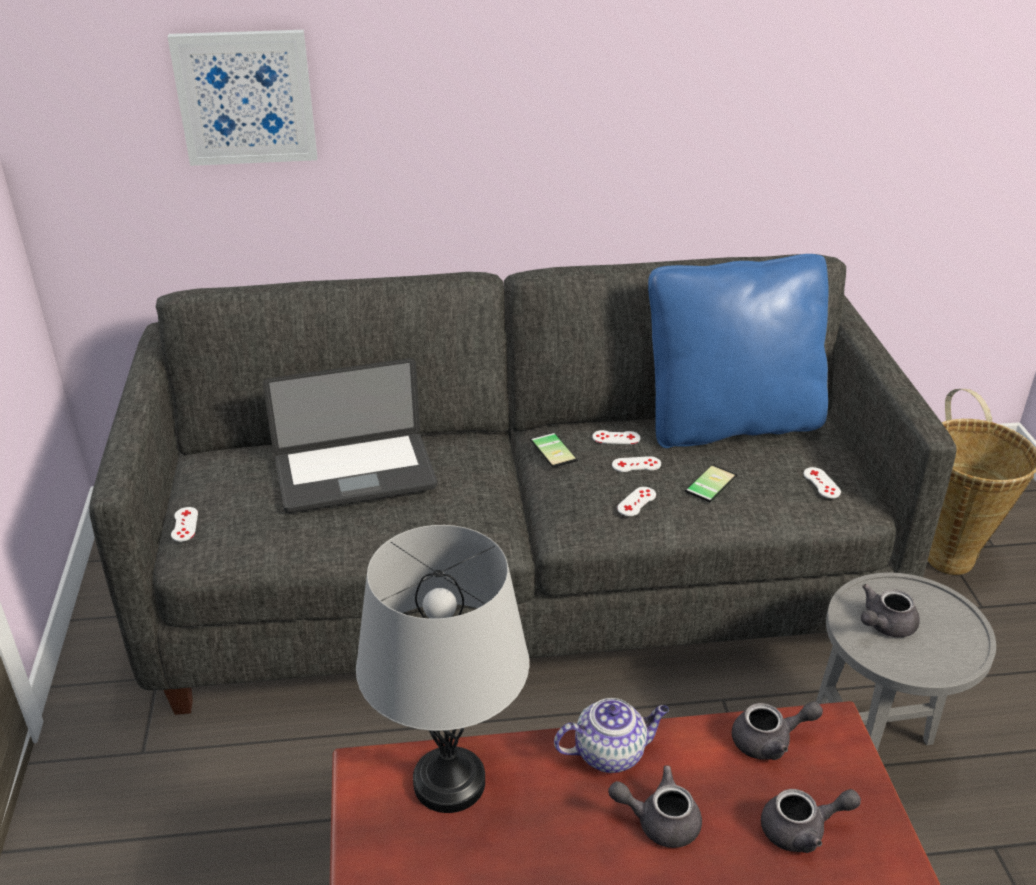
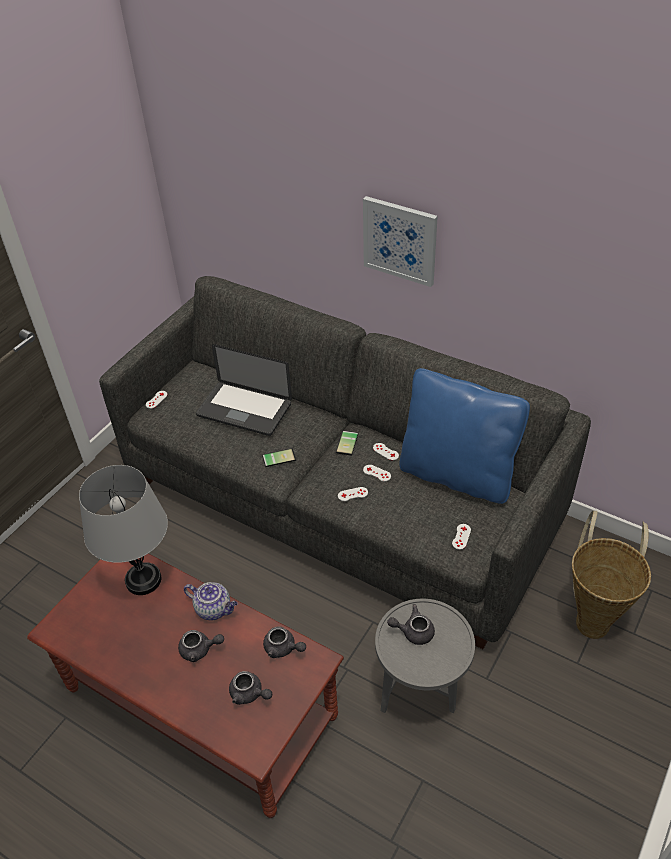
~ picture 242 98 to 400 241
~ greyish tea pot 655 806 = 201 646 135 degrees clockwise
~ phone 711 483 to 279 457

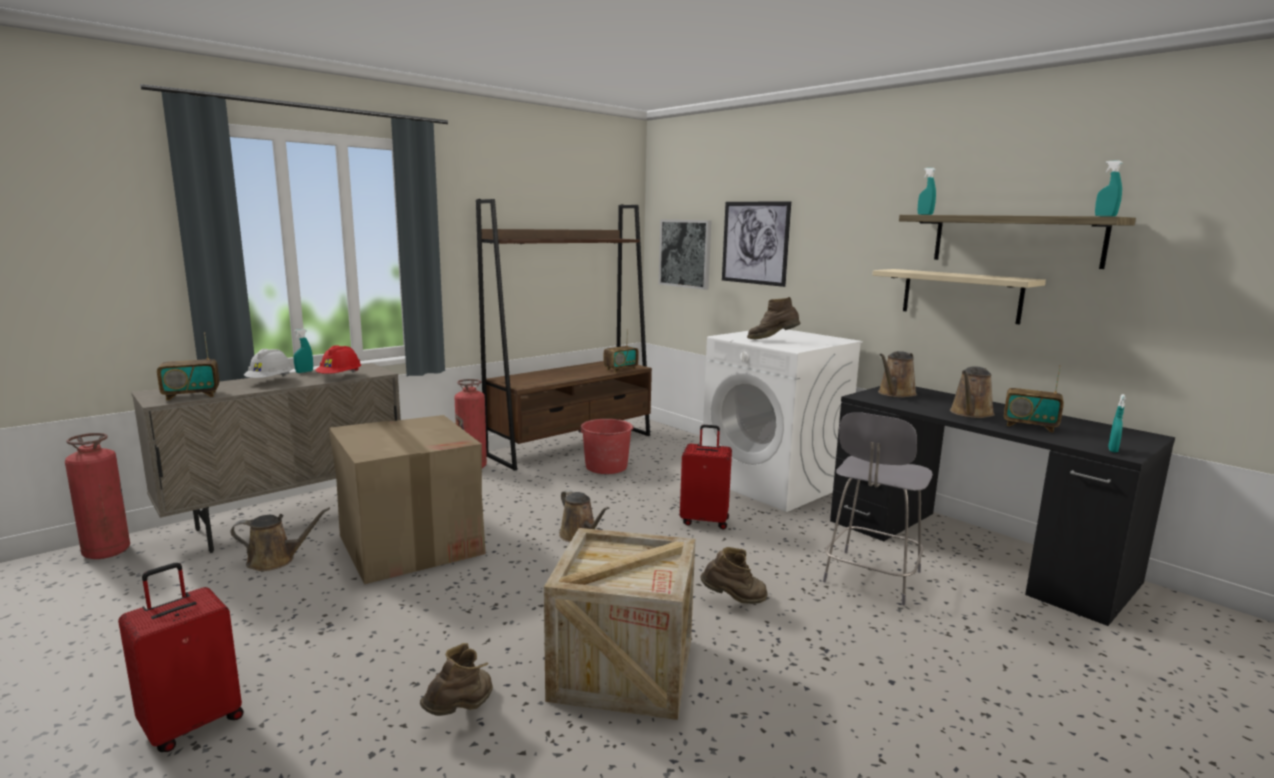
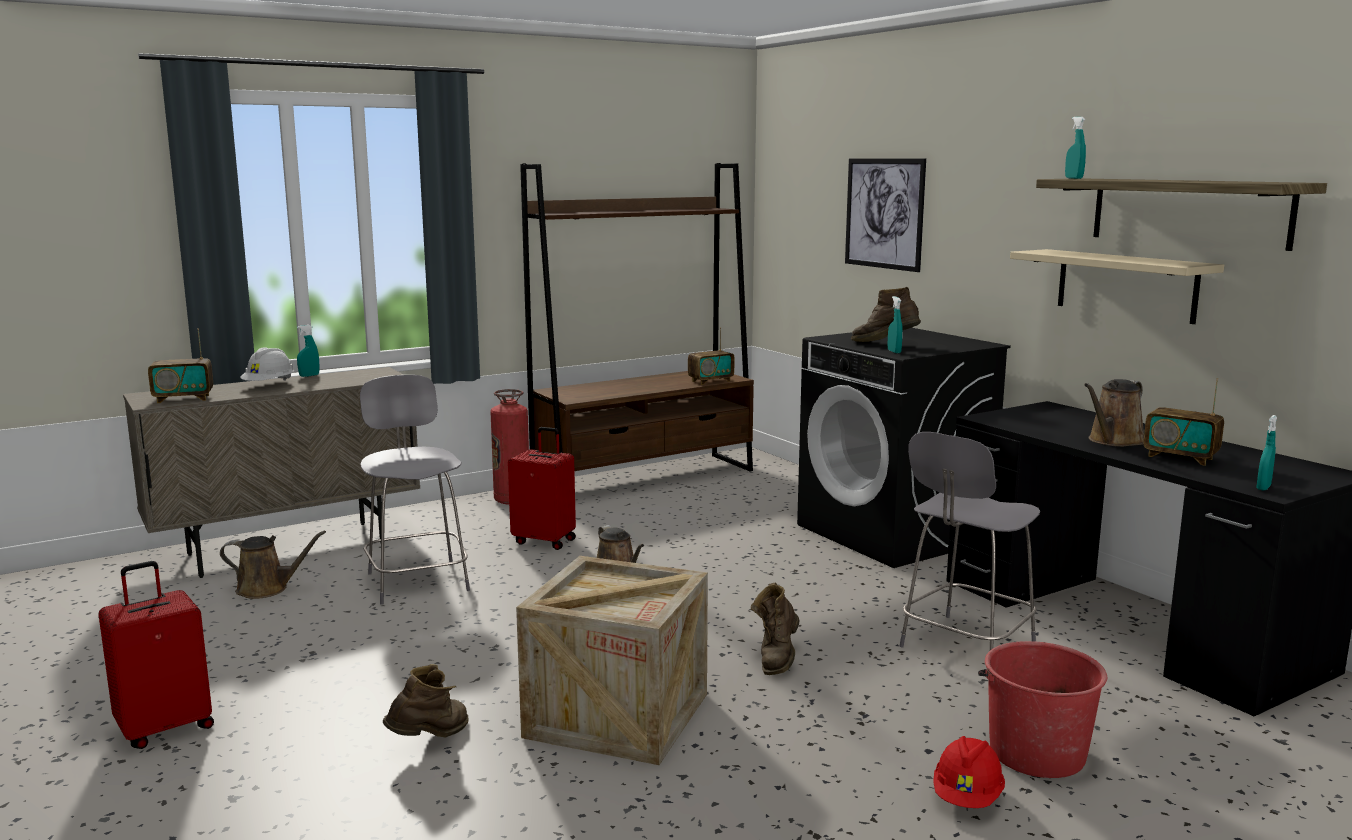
- fire-fighting cylinder 97 496
~ red-coloured work helmet 338 359 to 969 772
~ packing box 407 499 to greyish plain chair 415 490
~ red-coloured water bucket 606 446 to 1042 709
- picture 685 254
~ red-coloured travel case 706 477 to 542 488
~ brownish boot 734 575 = 775 629 105 degrees clockwise
~ white-coloured laundry machine 782 420 to blackish laundry machine 904 448
- brownish sprinkling can 897 374
~ blue-green sprayer 1109 188 to 895 324

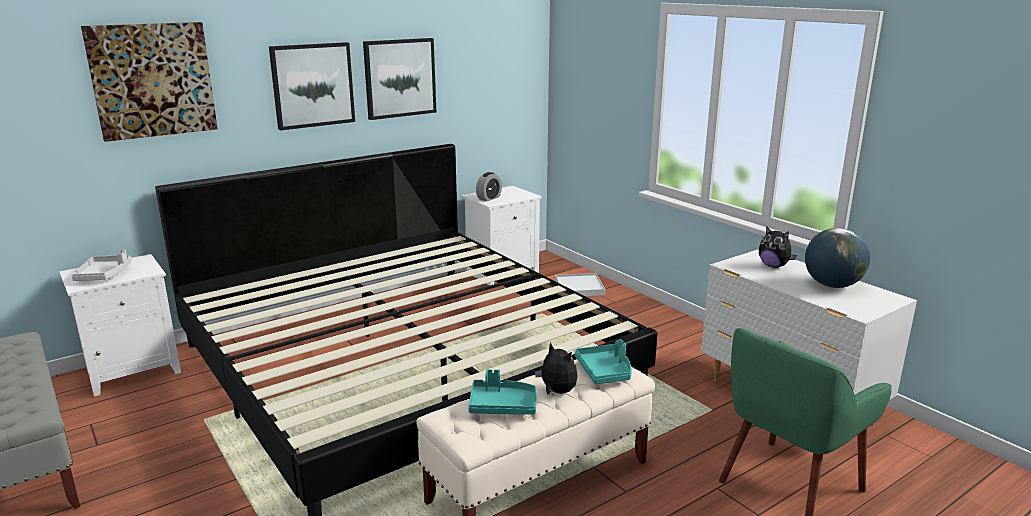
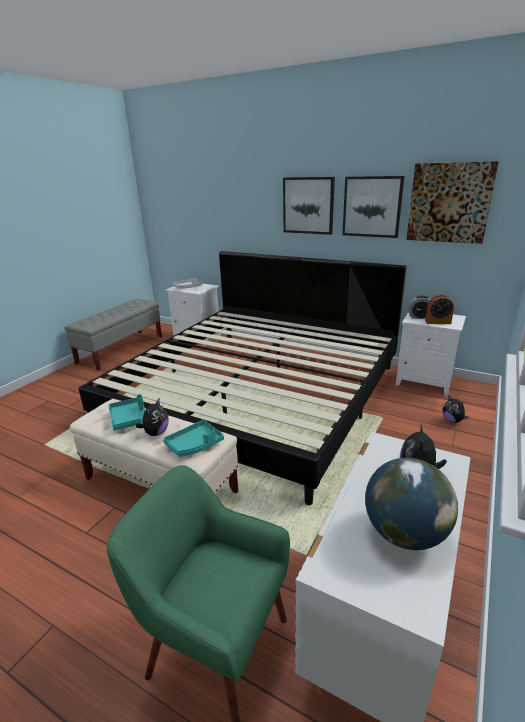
~ picture 149 82 to 452 202
~ white-coloured serving tray 580 284 to cuddly toy 455 409
+ bedside clock 439 309

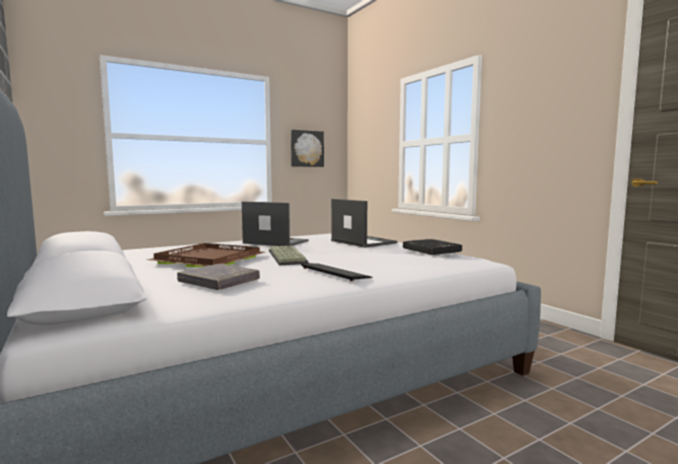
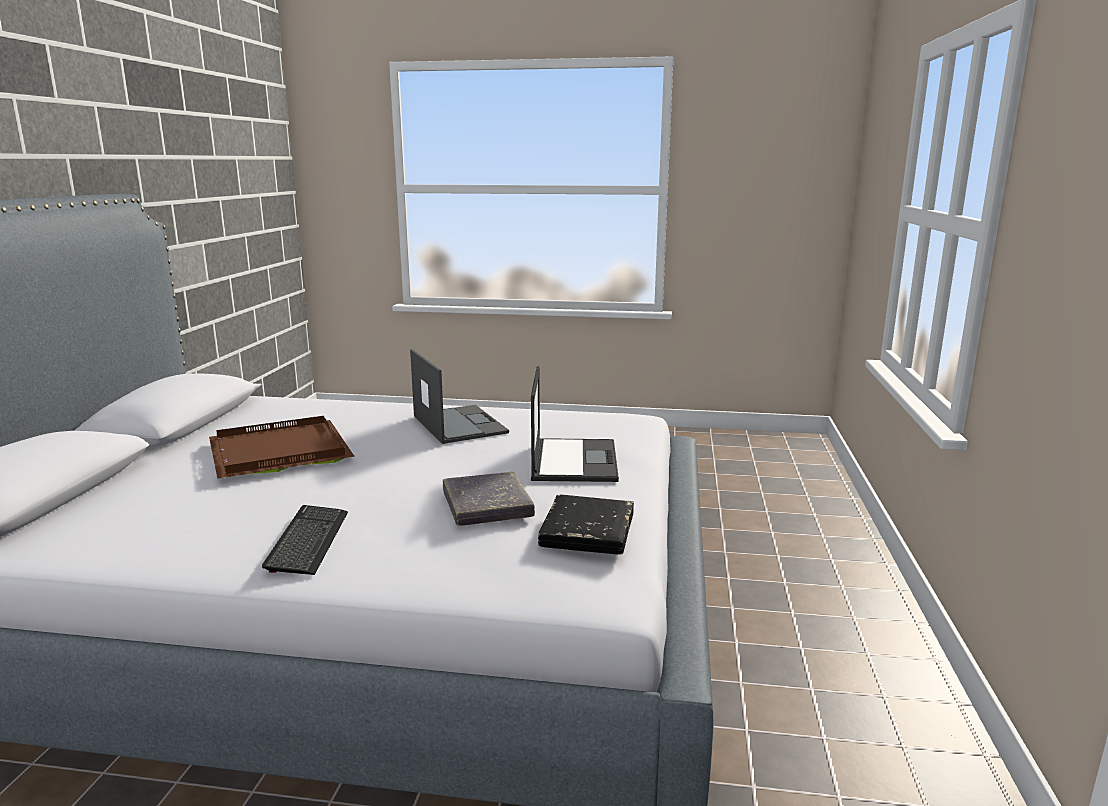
~ greyish book 218 277 to 489 499
- keyboard 289 255
- picture 307 148

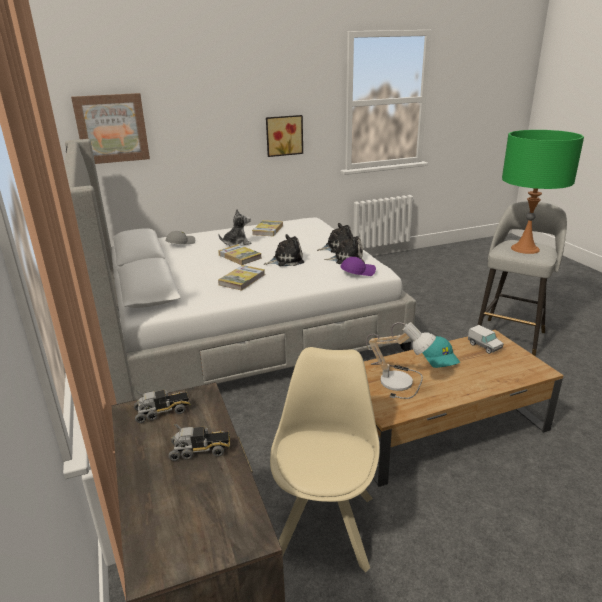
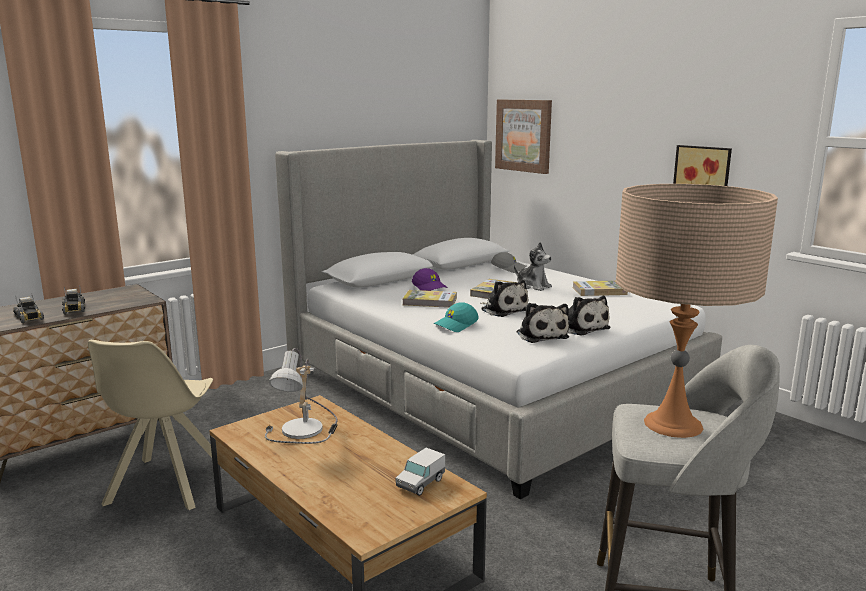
~ model truck 162 406 to 28 308
~ beige plain chair 325 460 = 150 425 105 degrees clockwise
~ purple peaked cap 358 266 to 430 279
~ blue-green peaked cap 441 352 to 456 317
~ greenish tabletop lamp 543 192 to beige tabletop lamp 697 311

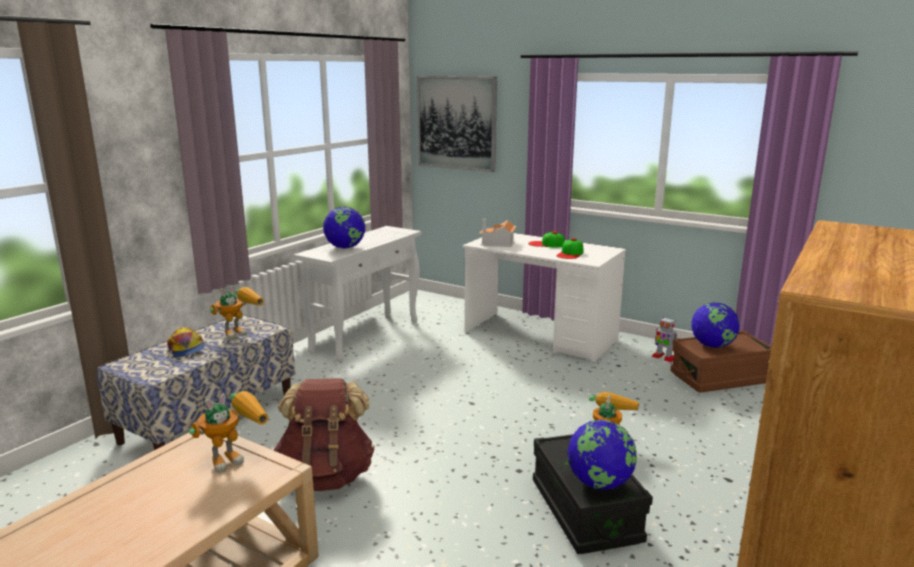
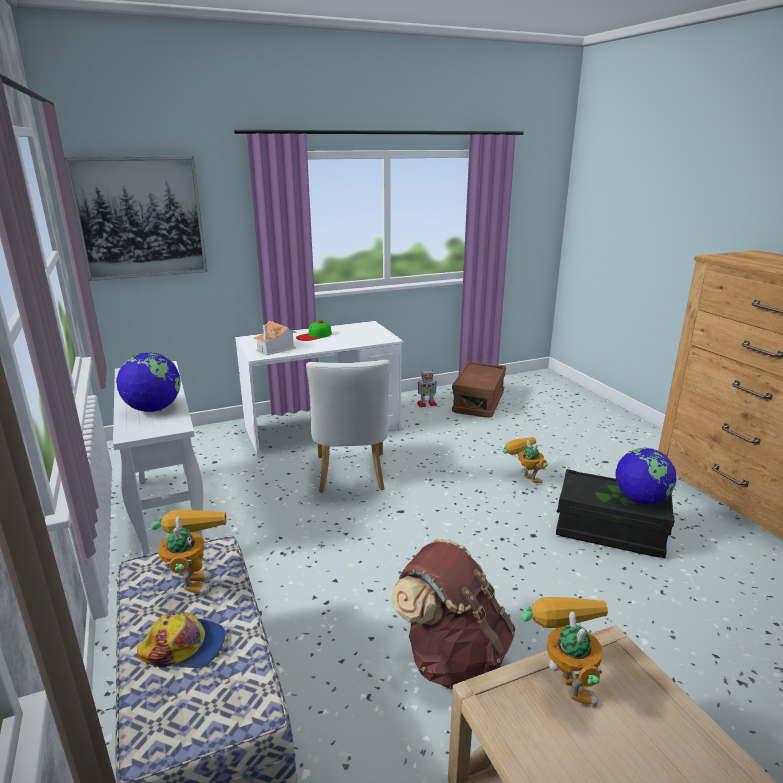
- peaked cap 569 248
- desk globe 715 325
+ white-coloured plain chair 348 426

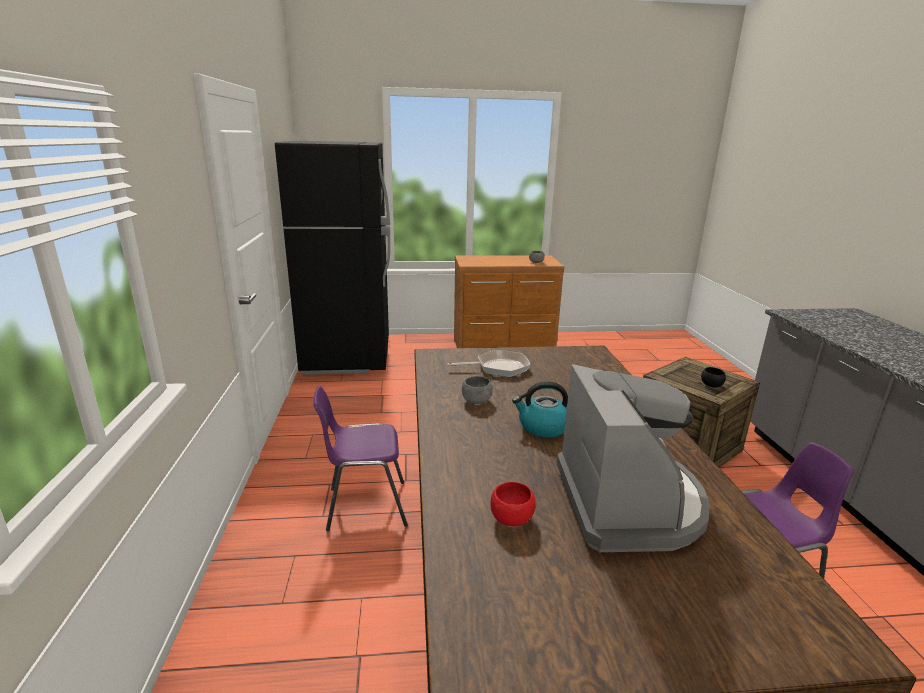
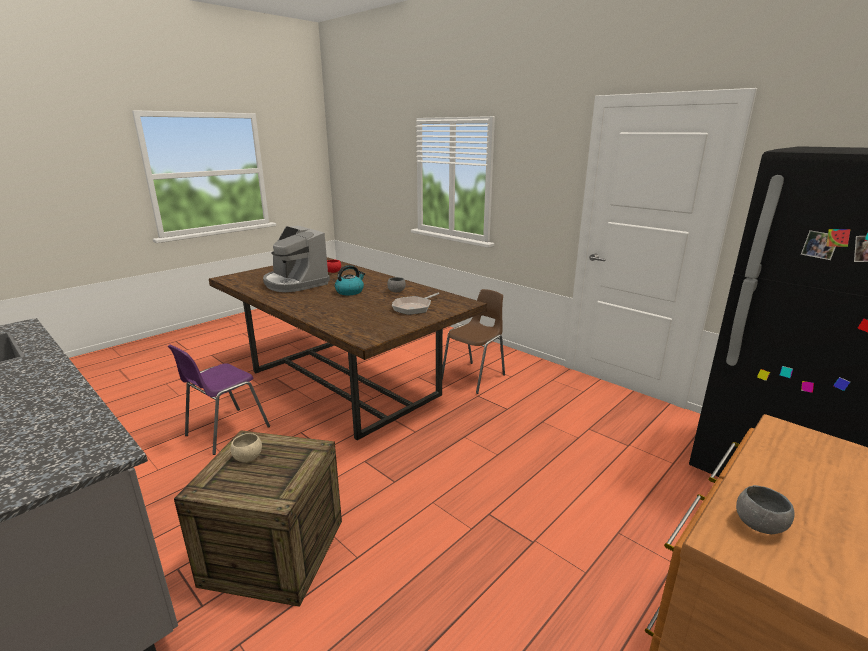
~ purple plain chair 360 458 to brownish plain chair 473 341
~ blackish serving bowl 713 377 to beige serving bowl 246 447

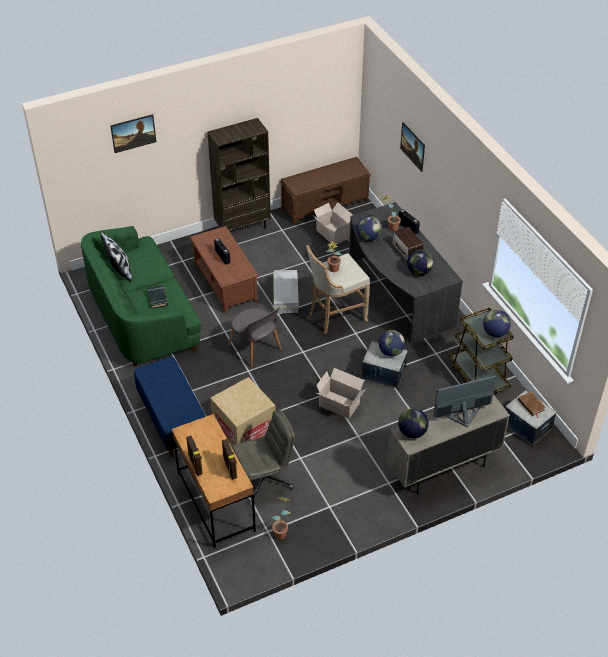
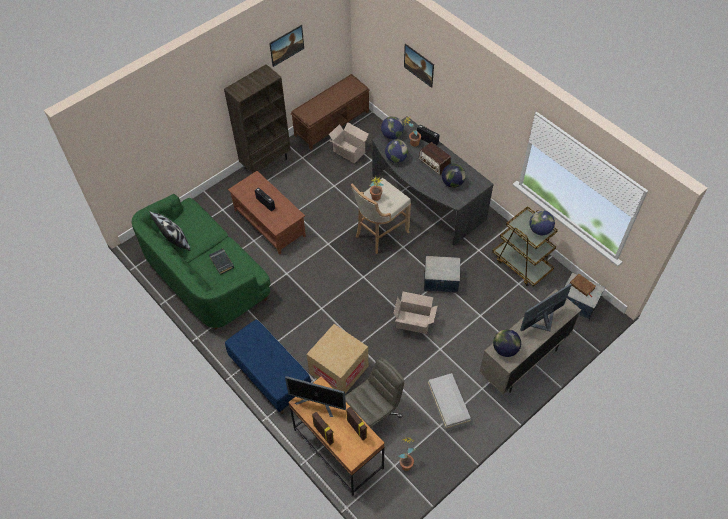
~ picture 133 133 to 286 46
- greyish plain chair 255 337
~ white-coloured storage bin 286 291 to 449 402
~ desk globe 392 343 to 392 127
+ computer display 315 396

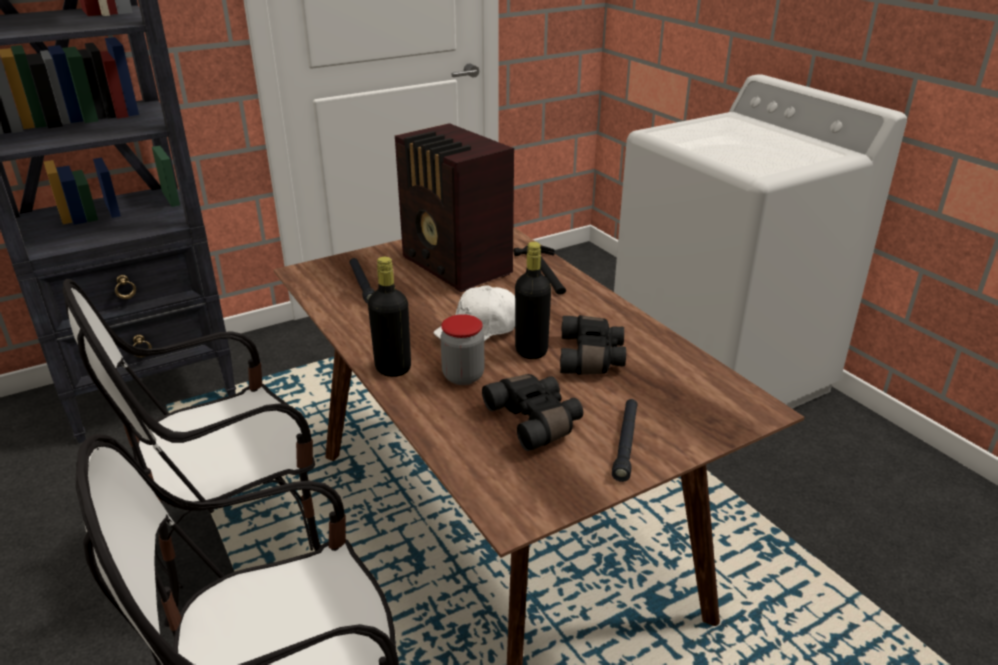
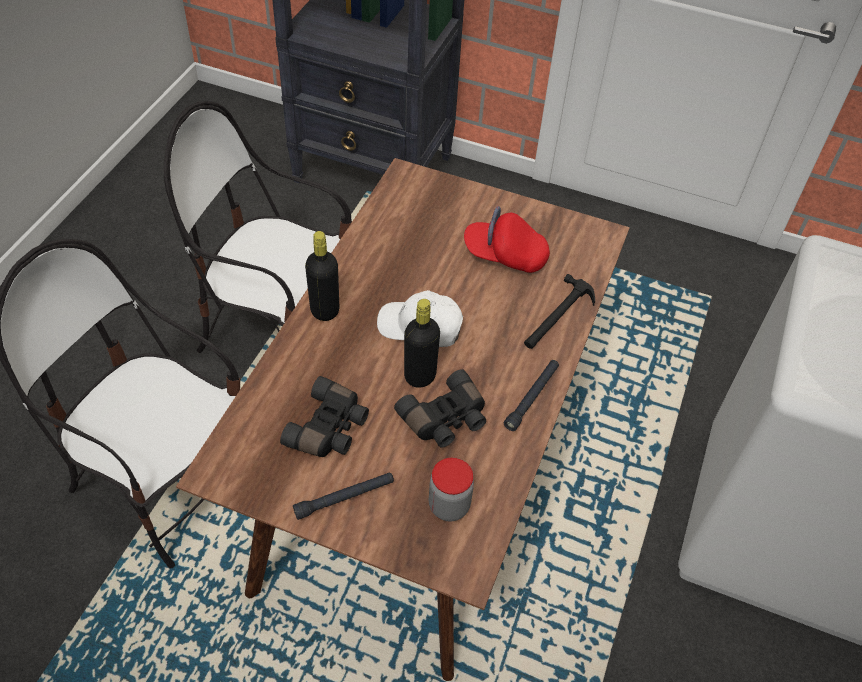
~ blackish flashlight 362 281 to 531 395
~ radio set 454 207 to red-coloured peaked cap 507 239
~ jar 462 349 to 451 490

